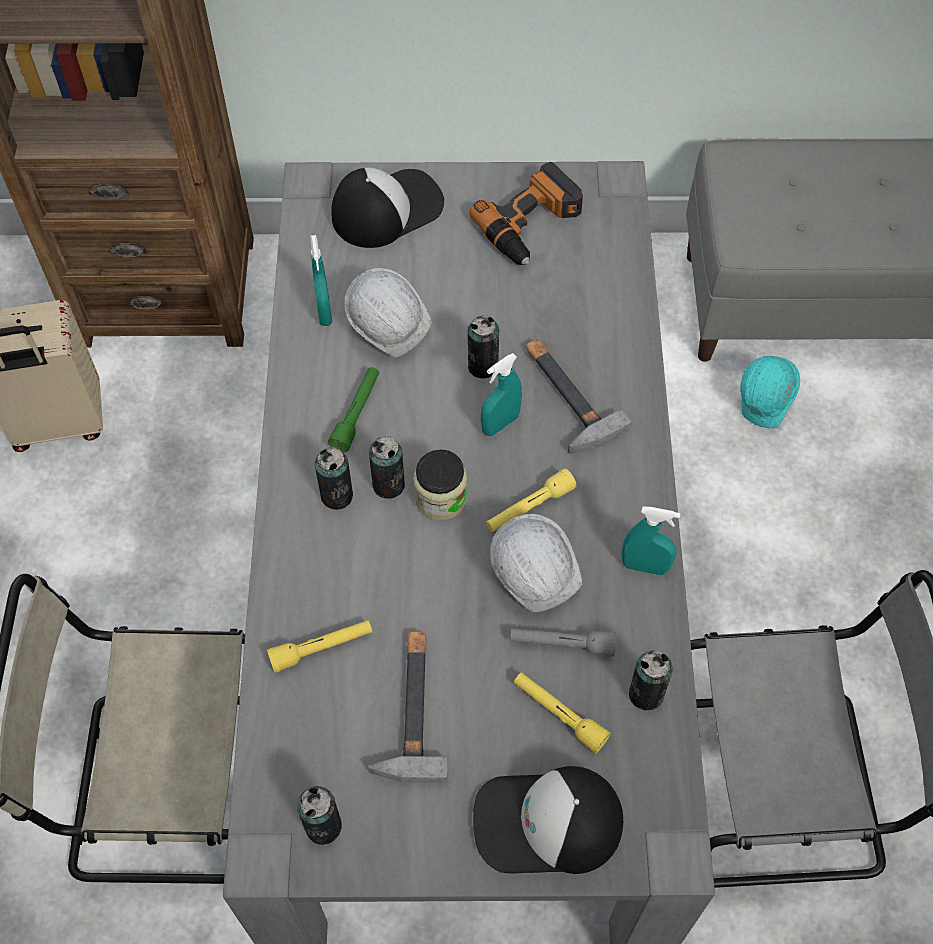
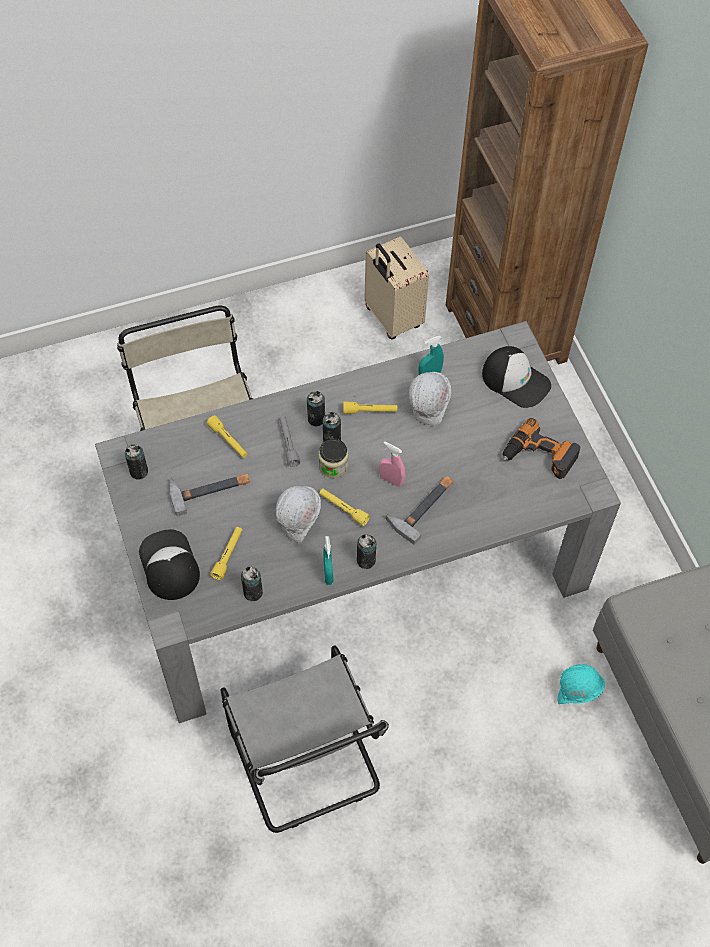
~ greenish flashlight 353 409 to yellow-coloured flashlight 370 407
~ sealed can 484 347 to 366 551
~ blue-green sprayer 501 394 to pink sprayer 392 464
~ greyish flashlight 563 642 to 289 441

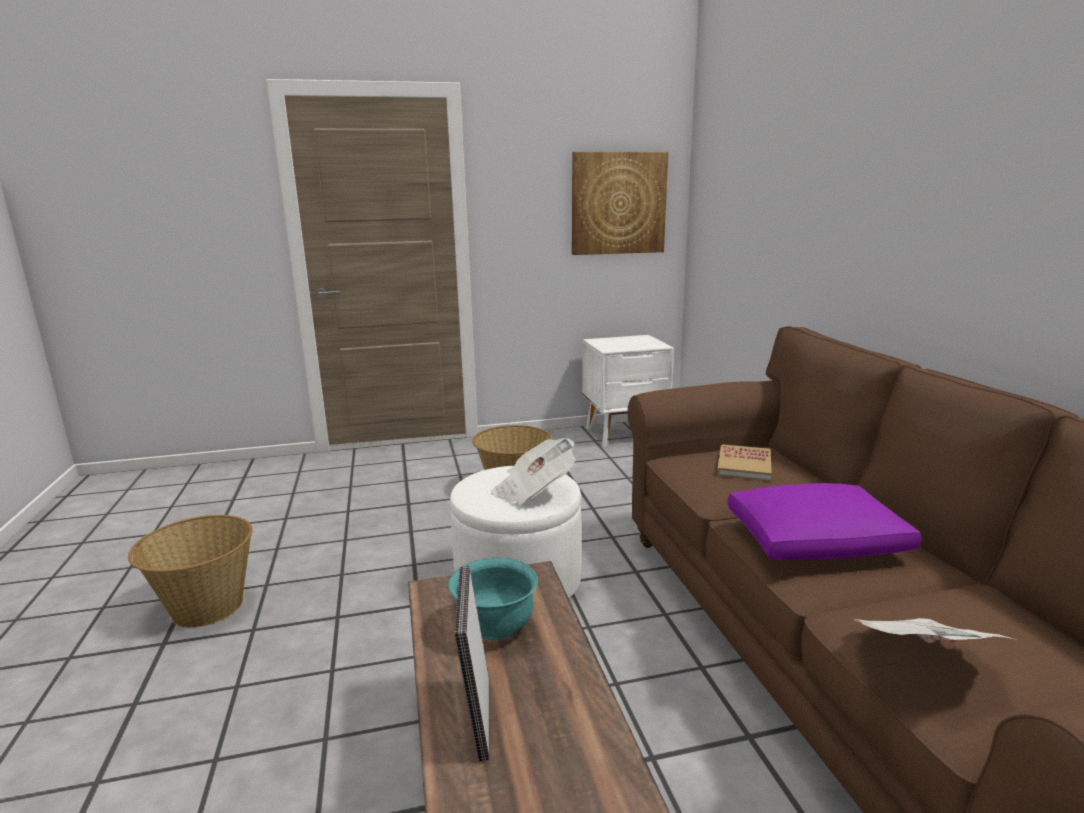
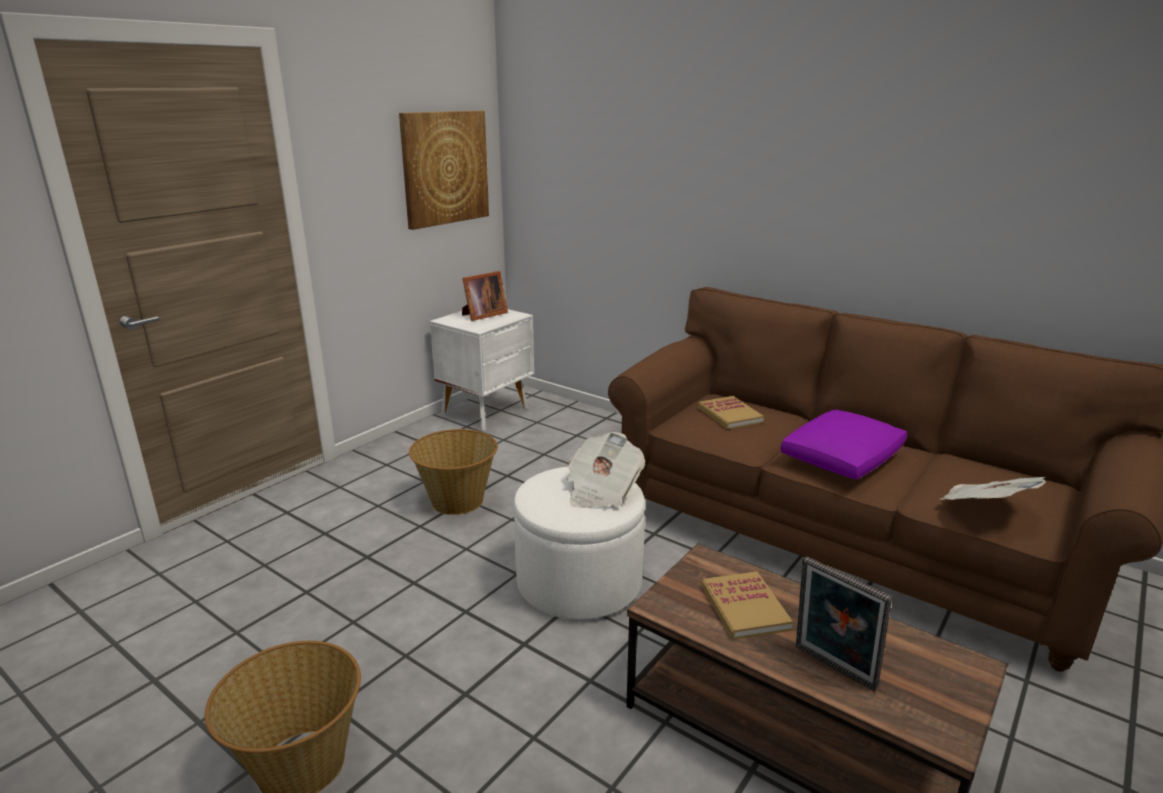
~ blue-green serving bowl 493 599 to book 747 605
+ standing frame 485 296

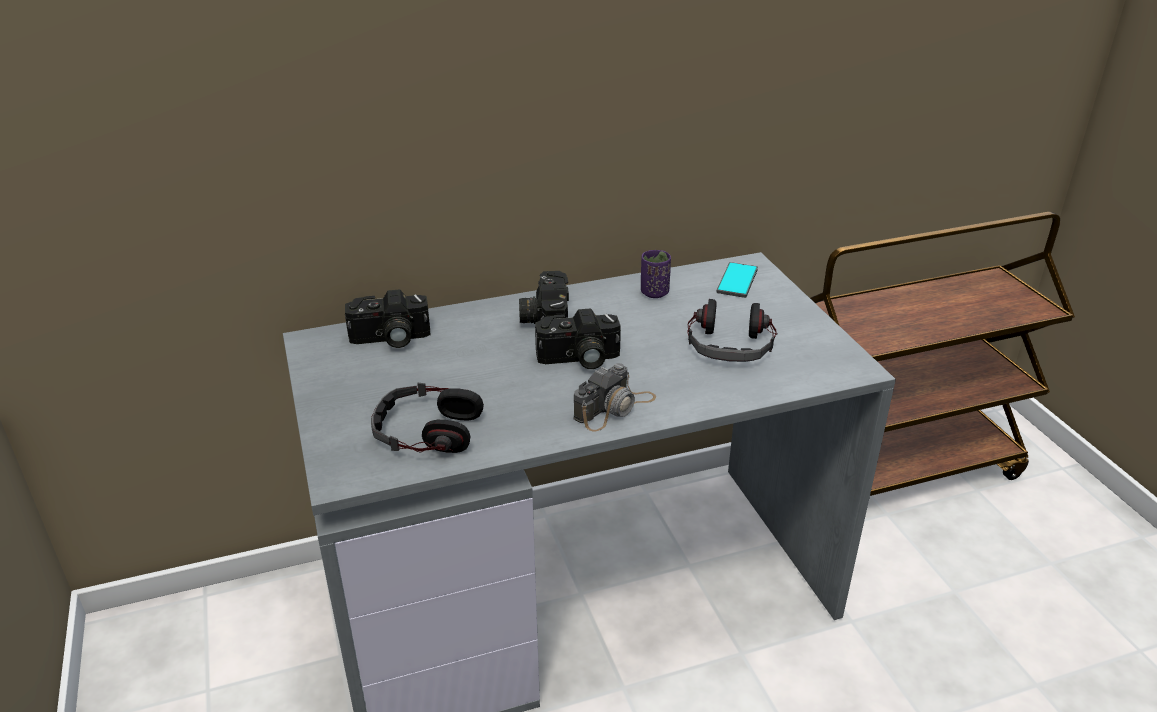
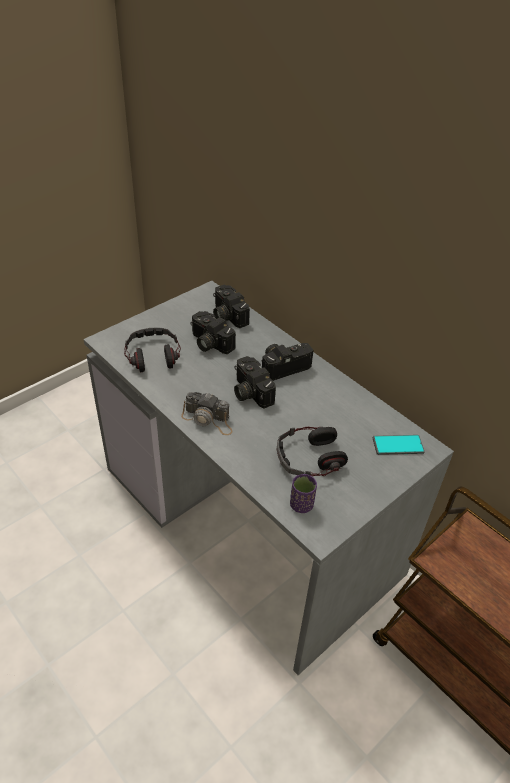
~ purple drinking cup 656 274 to 303 493
+ photo camera 213 332

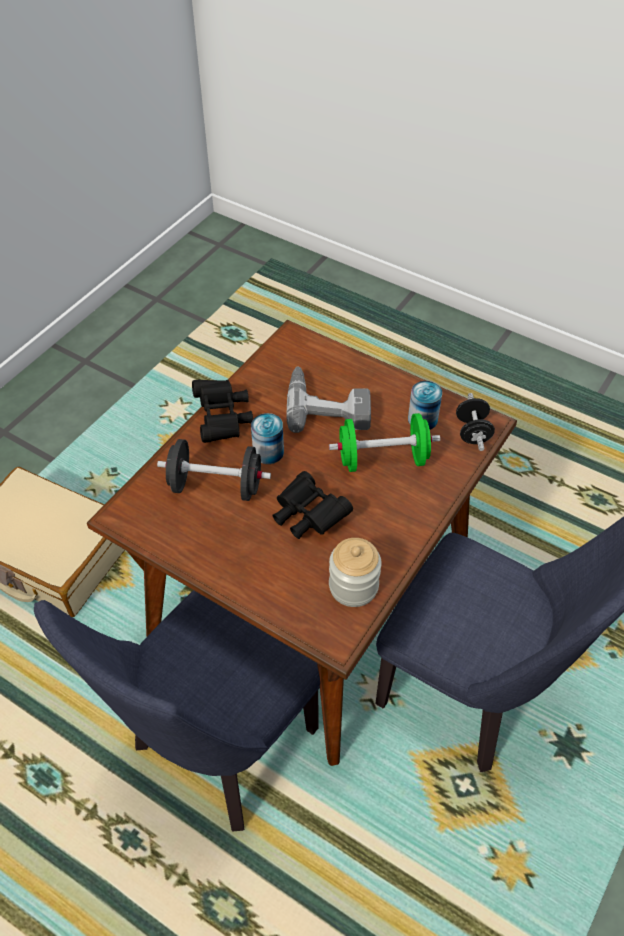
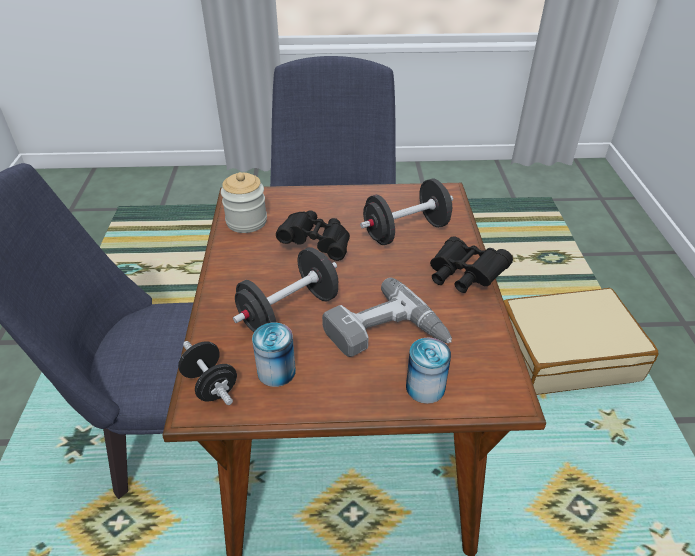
~ sealed can 267 438 to 428 370
~ greenish dumbbell 384 442 to blackish dumbbell 285 289

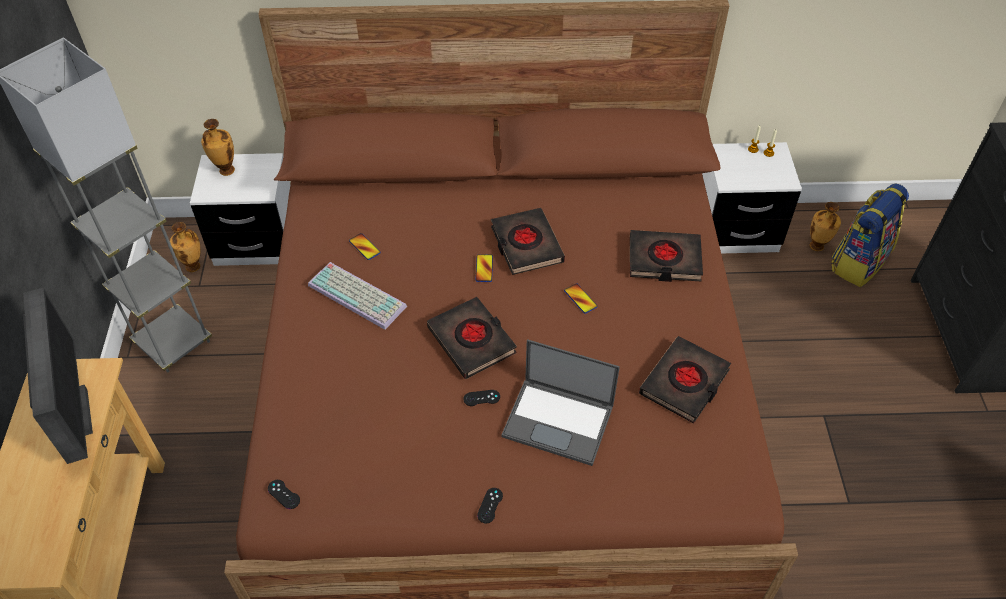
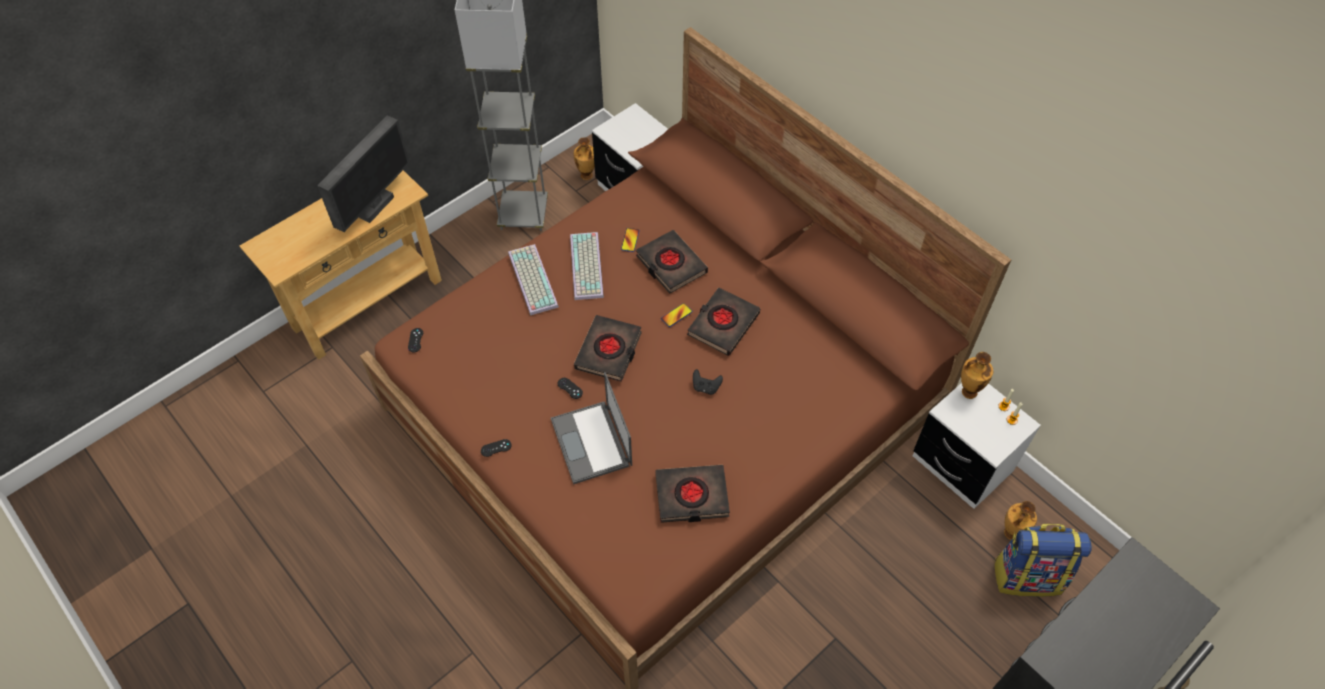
~ vase 218 147 to 977 375
~ phone 581 298 to blackish gamepad 708 382
~ blackish book 666 256 to 672 262
+ keyboard 533 279

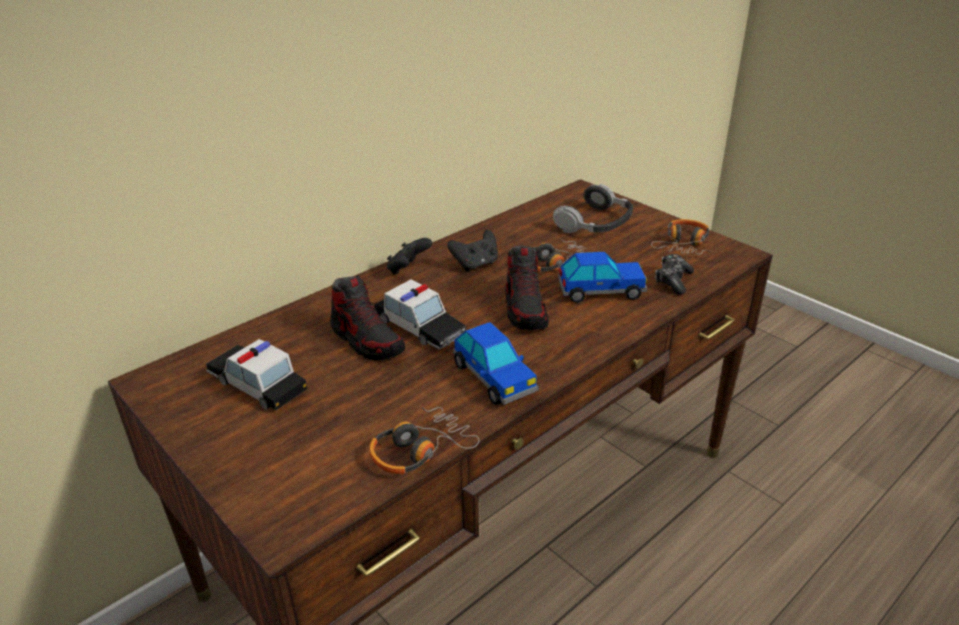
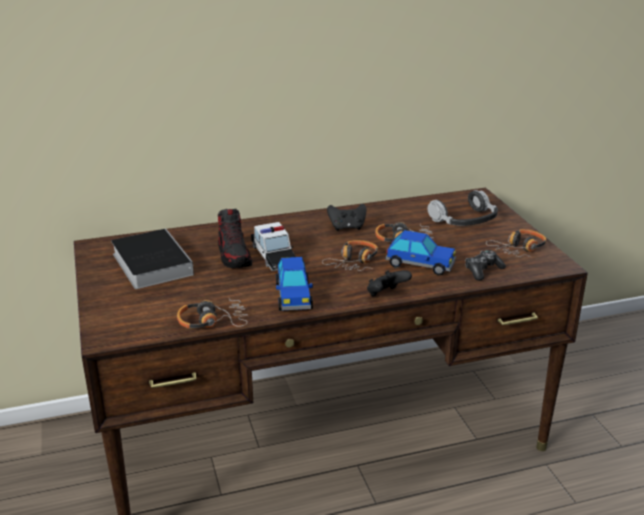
~ toy car 256 374 to book 152 259
~ blackish gamepad 409 256 to 389 283
~ item of footwear 527 287 to headphones 350 255

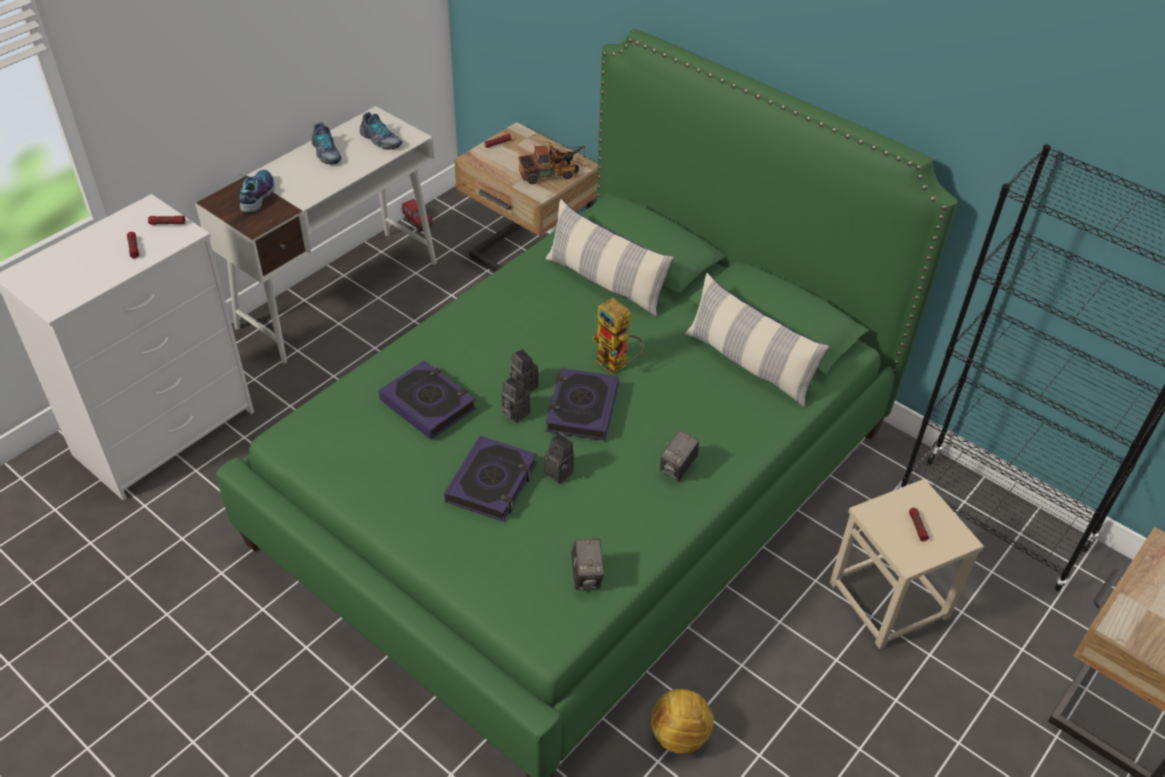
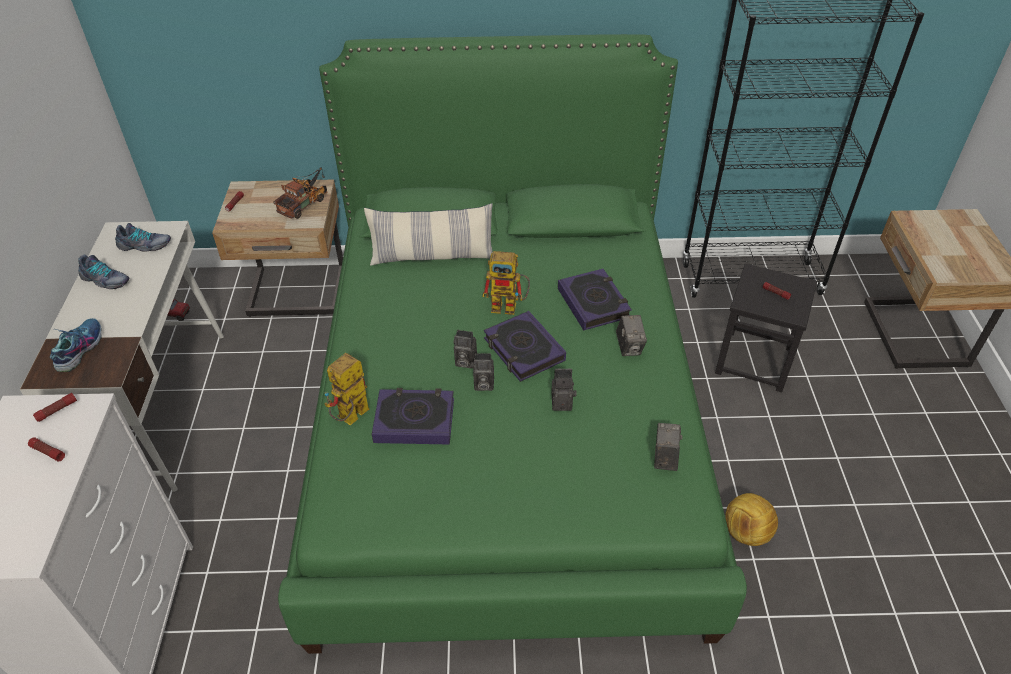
~ item of footwear 257 191 = 76 345 45 degrees clockwise
~ book 490 479 to 595 300
~ photo camera 587 564 = 668 447 120 degrees counterclockwise
- pillow 757 340
~ beige stool seat 907 564 to blackish stool seat 766 327
+ model robot 347 389

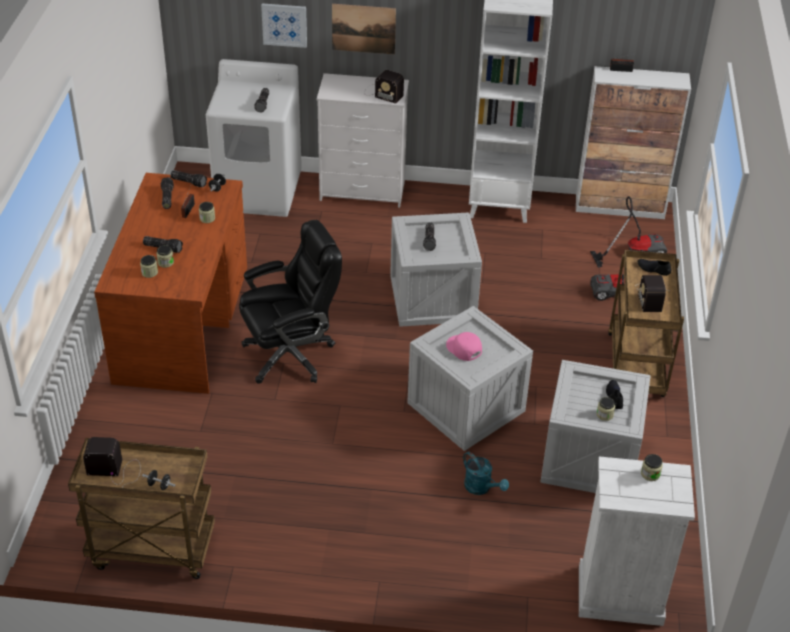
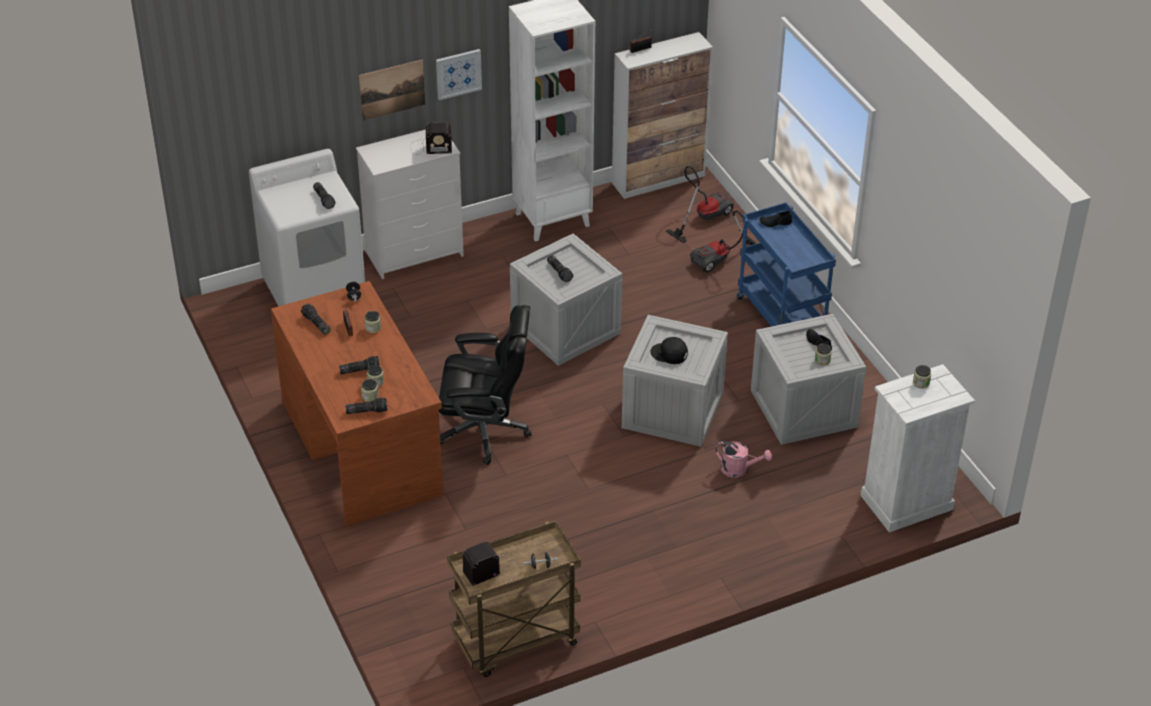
~ flashlight 188 178 to 366 406
~ blackish desk chair 290 302 = 485 385 60 degrees clockwise
~ picture 284 25 to 459 74
~ pink peaked cap 464 346 to blackish peaked cap 669 350
~ blue-green sprinkling can 486 473 to pink sprinkling can 743 459
~ brownish wheeled cart 646 323 to blue wheeled cart 786 264
- radio set 652 293

